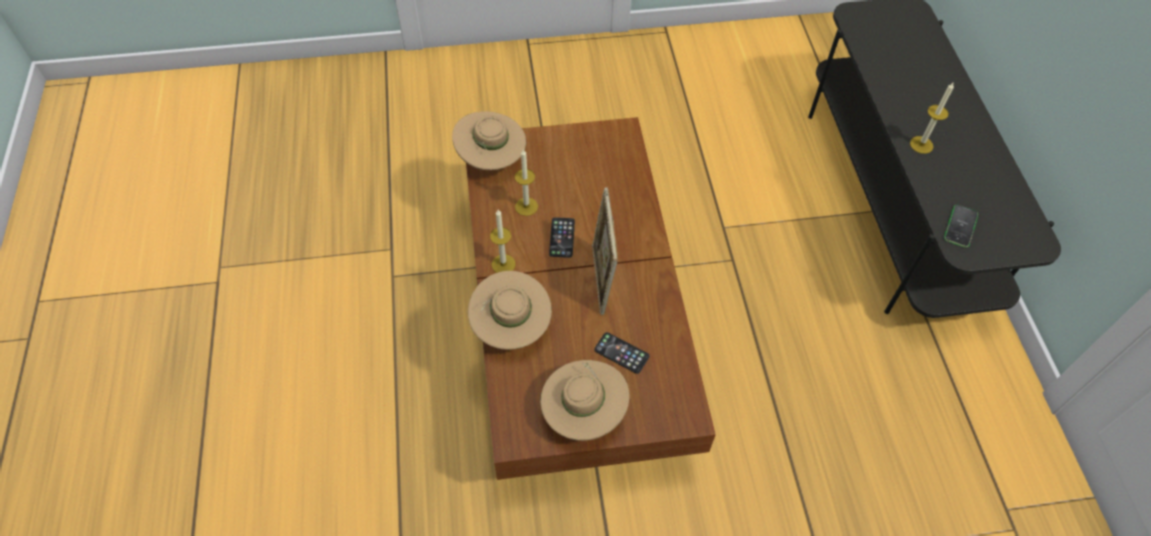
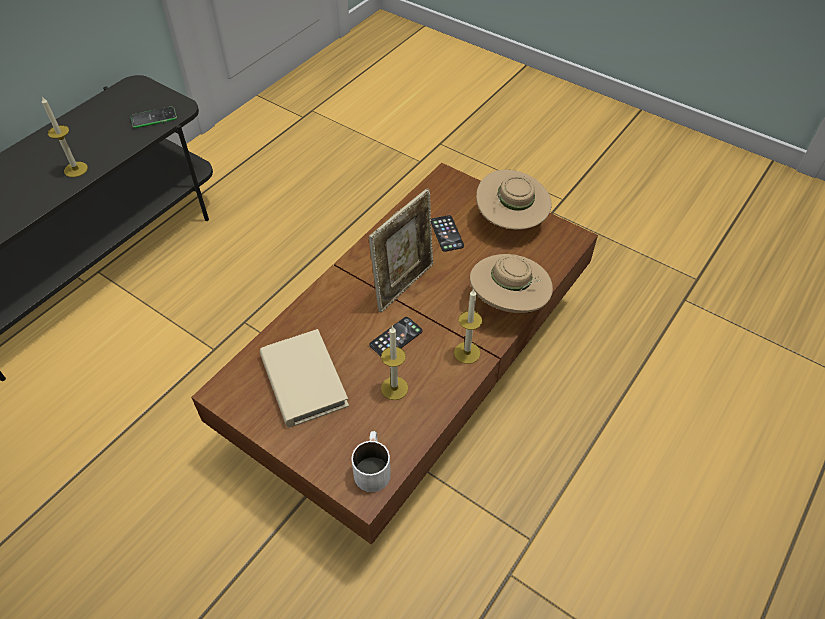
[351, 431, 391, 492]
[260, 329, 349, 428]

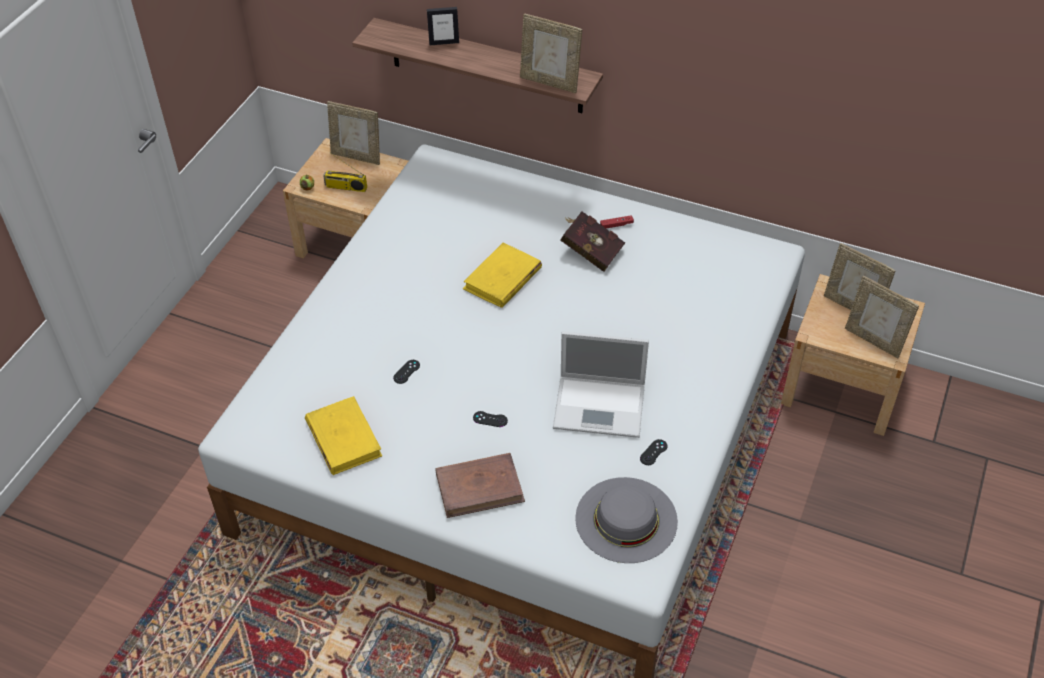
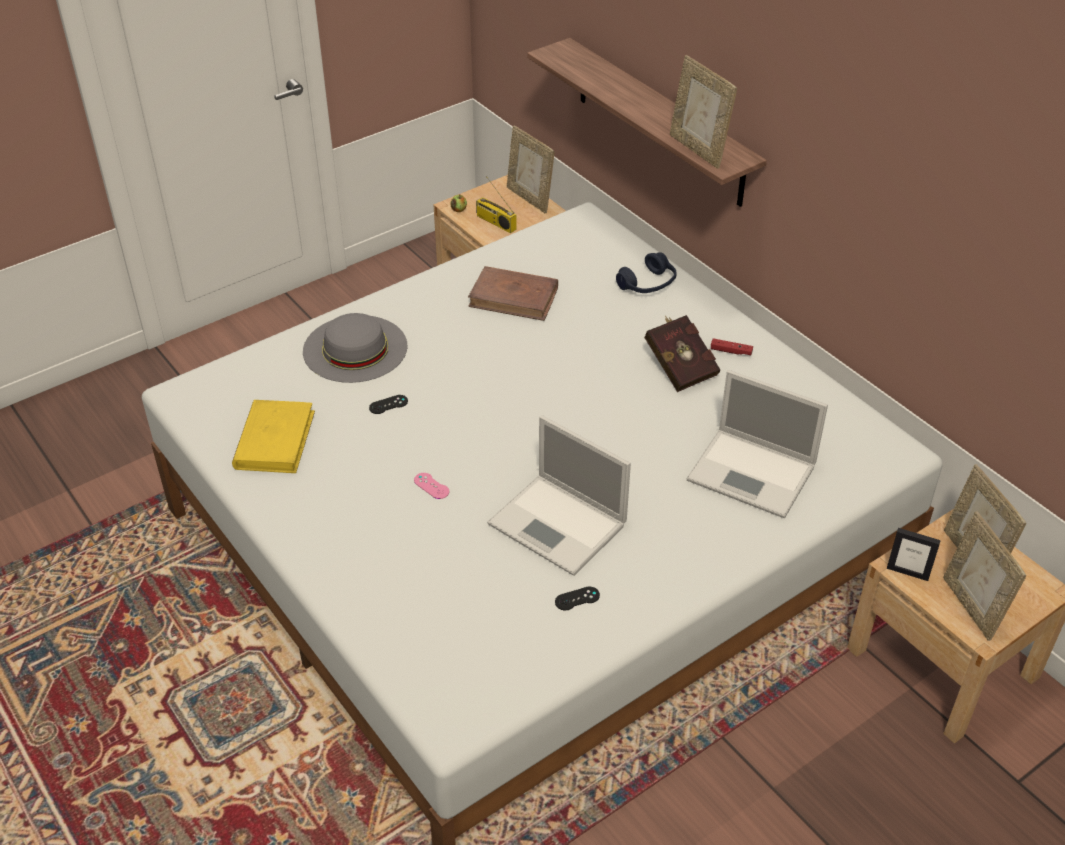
[887, 528, 941, 581]
[463, 243, 542, 308] (first image)
[414, 473, 449, 499]
[468, 266, 558, 321]
[303, 313, 408, 383]
[616, 252, 677, 293]
[687, 370, 828, 518]

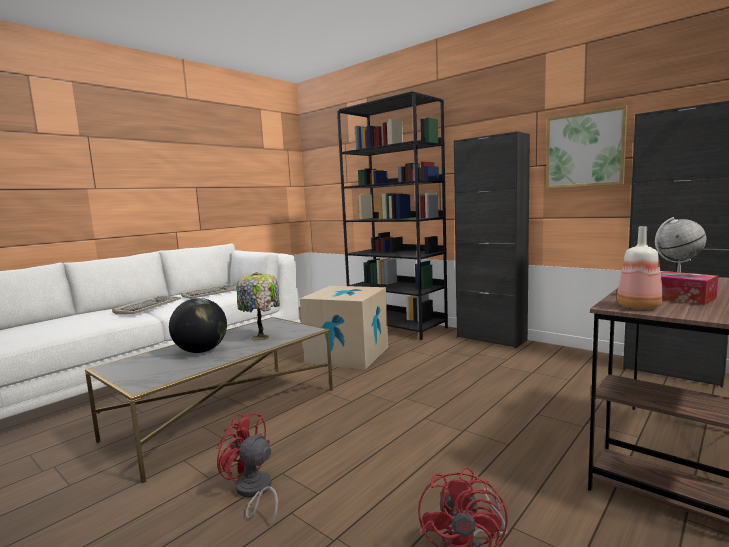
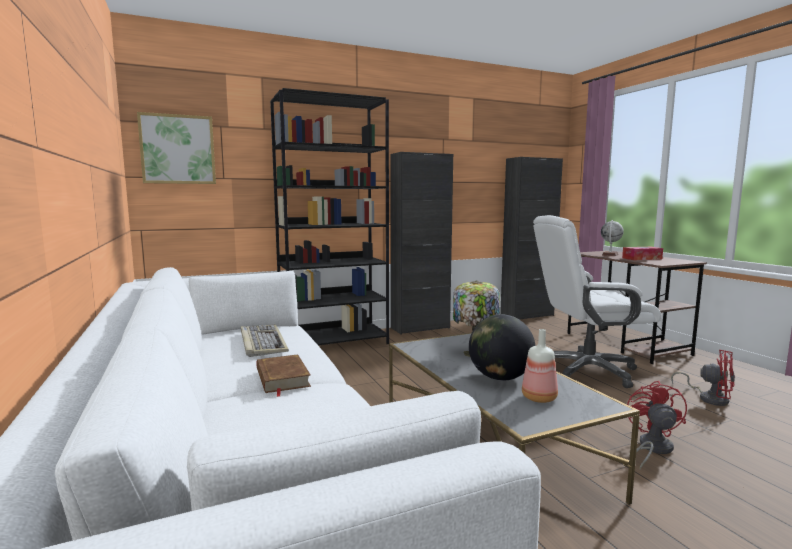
[137, 112, 216, 184]
[522, 329, 558, 403]
[300, 286, 388, 370] (first image)
[256, 354, 311, 397]
[627, 381, 687, 469]
[533, 215, 661, 388]

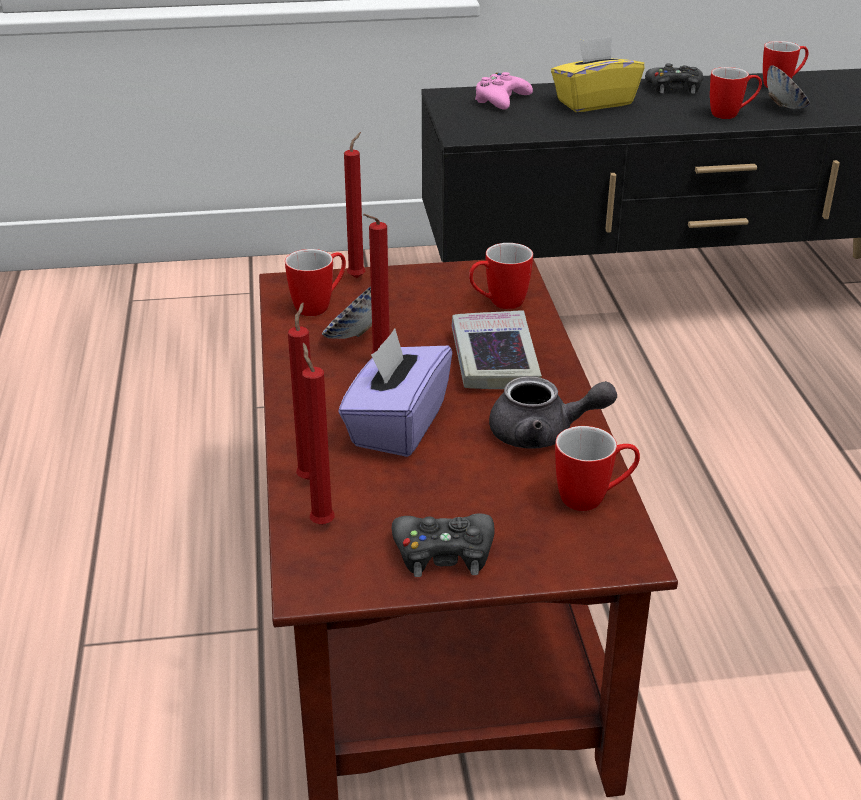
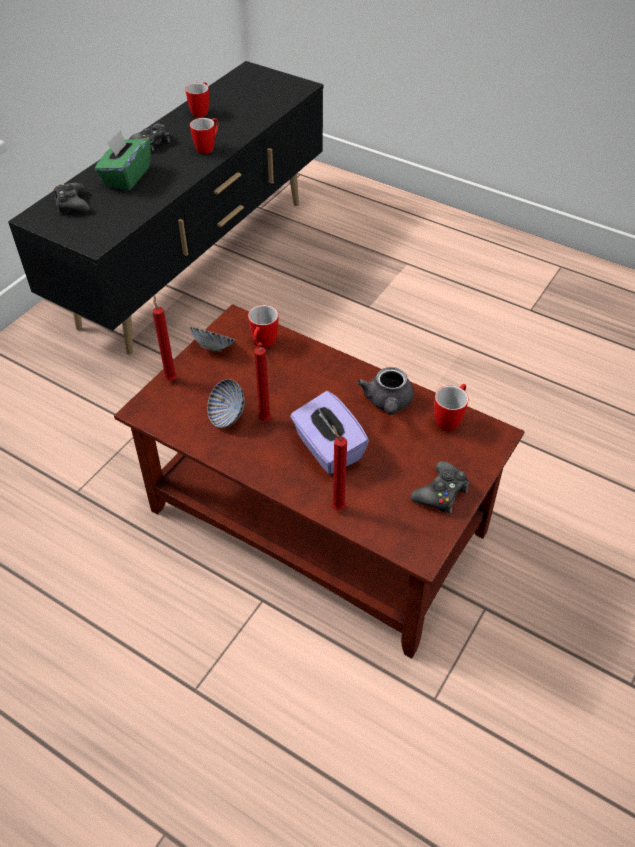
[95, 130, 151, 191]
[190, 326, 235, 352]
[54, 183, 90, 214]
[285, 249, 346, 316] (first image)
[452, 310, 542, 389] (first image)
[302, 343, 335, 525] (first image)
[357, 367, 414, 415]

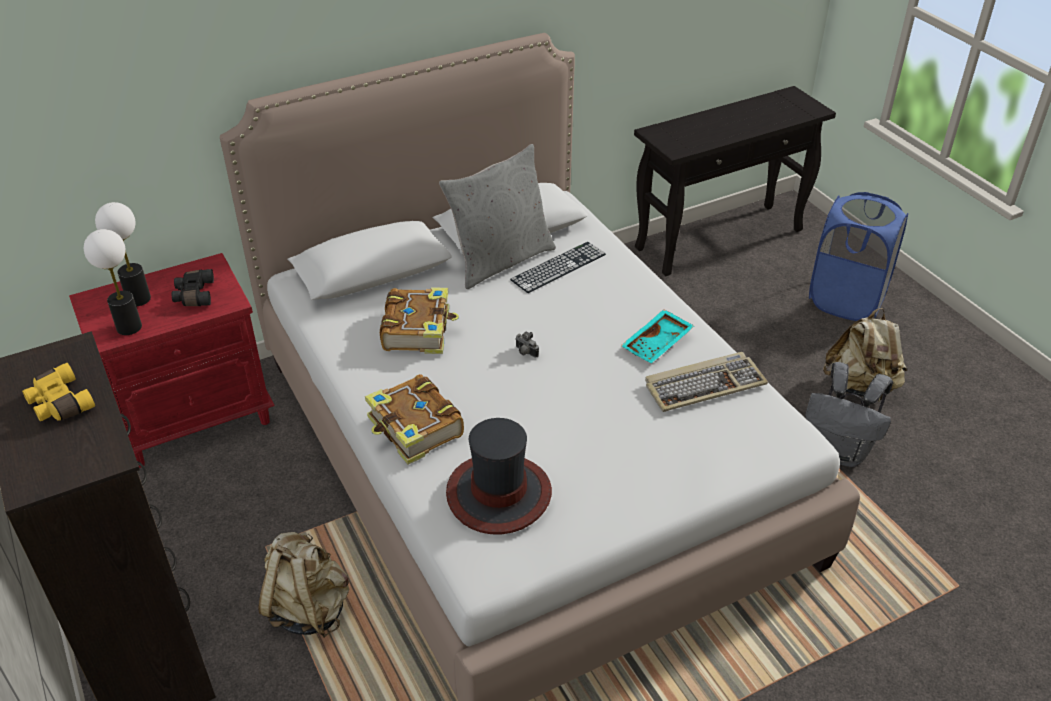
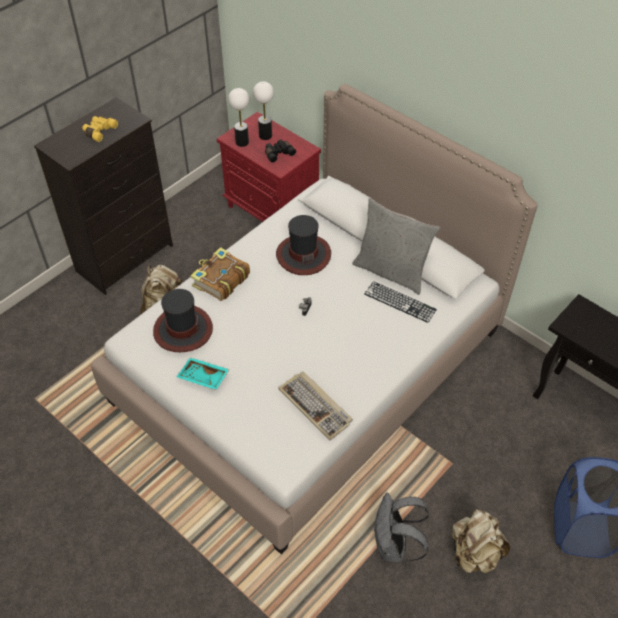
[276, 215, 331, 275]
[176, 357, 230, 390]

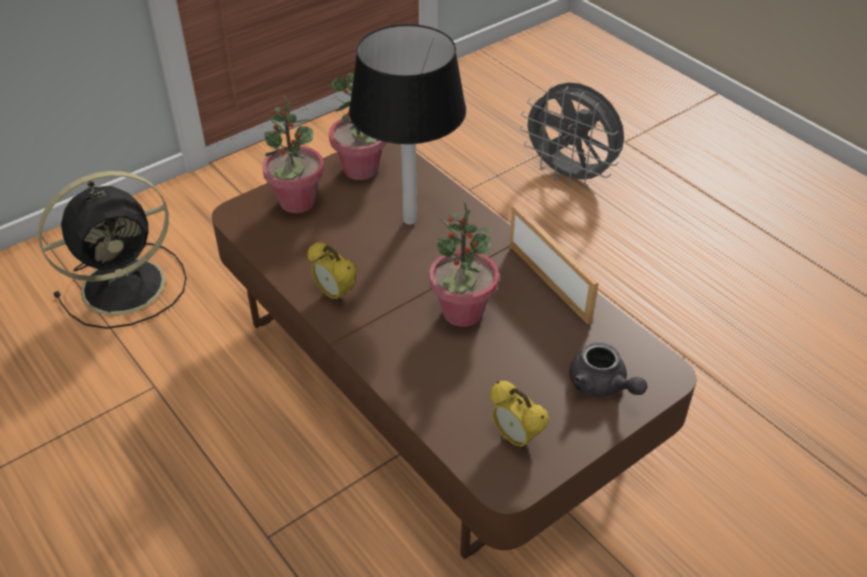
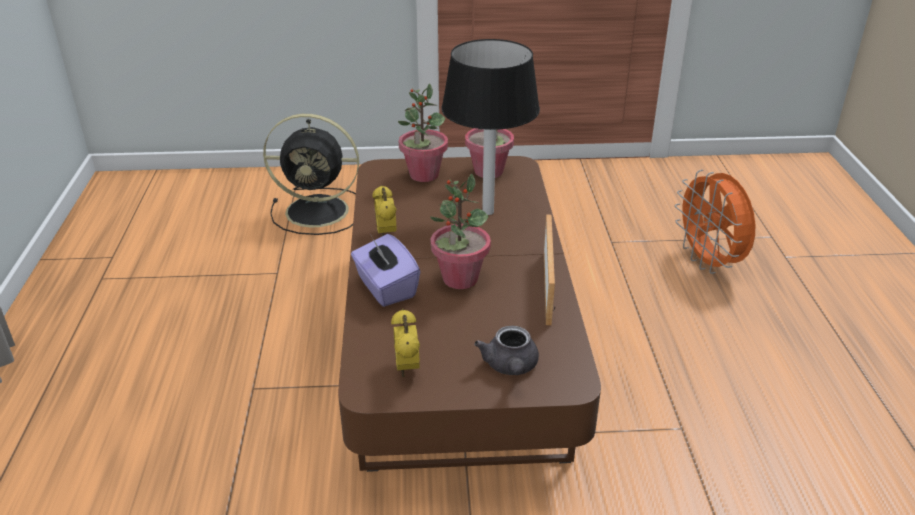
[675, 170, 756, 274]
[351, 234, 420, 307]

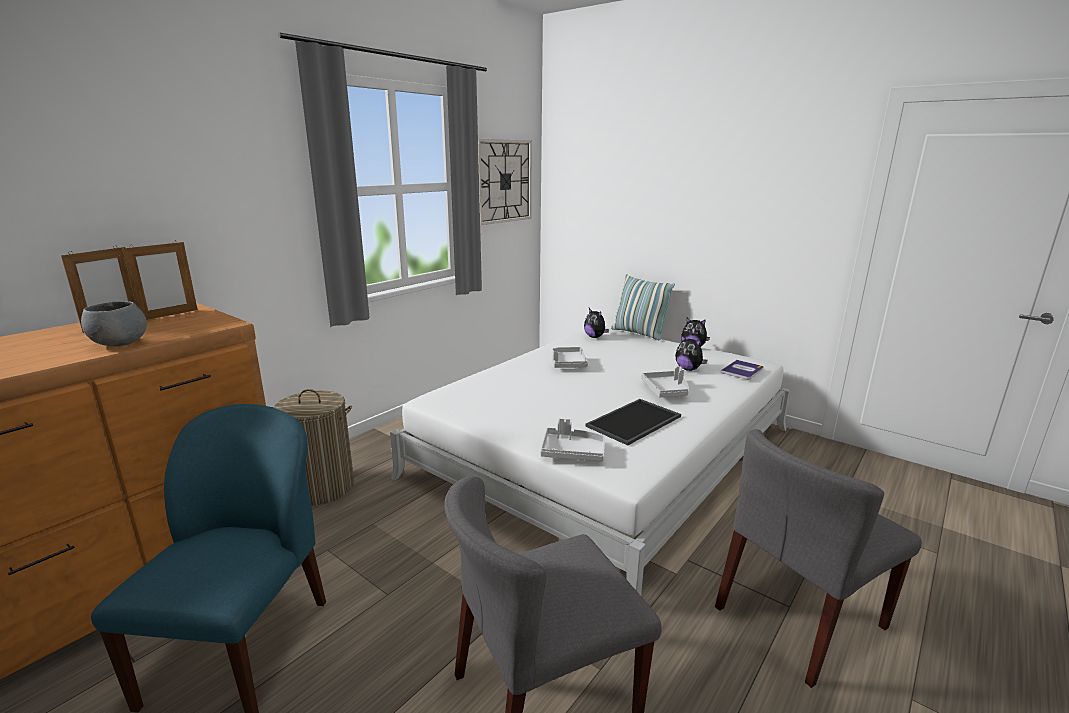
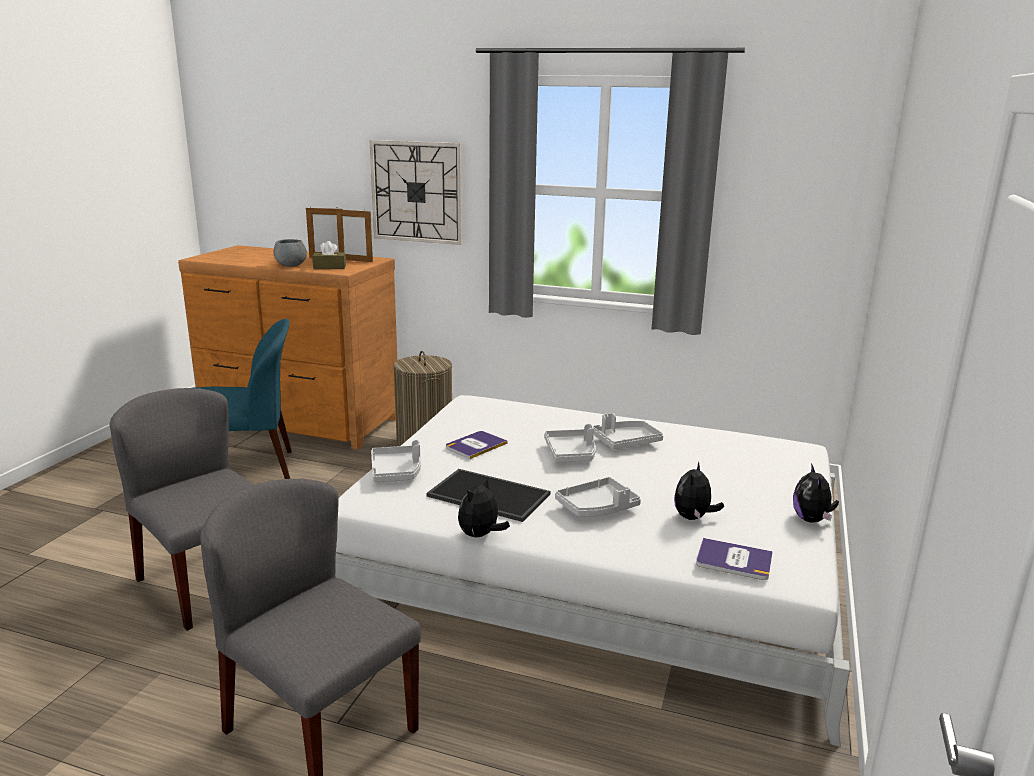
[369, 140, 462, 245]
[611, 274, 675, 340] (first image)
[458, 477, 510, 537]
[312, 241, 346, 269]
[544, 424, 596, 462]
[446, 431, 507, 459]

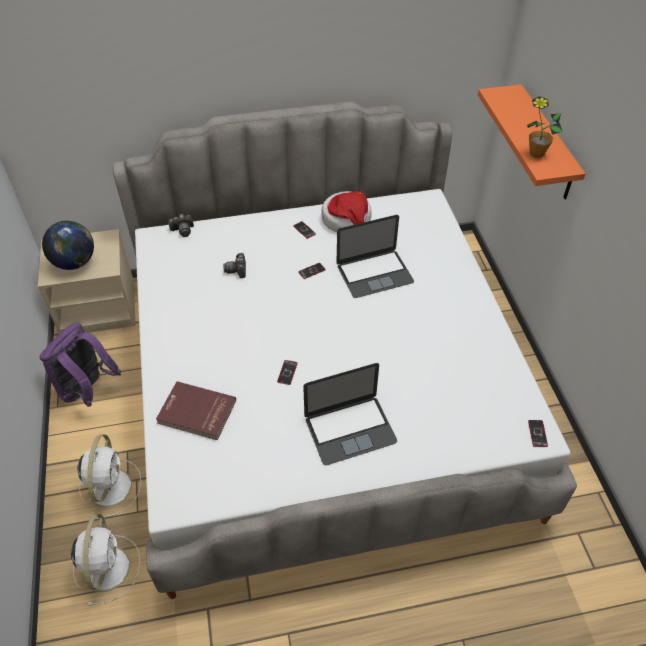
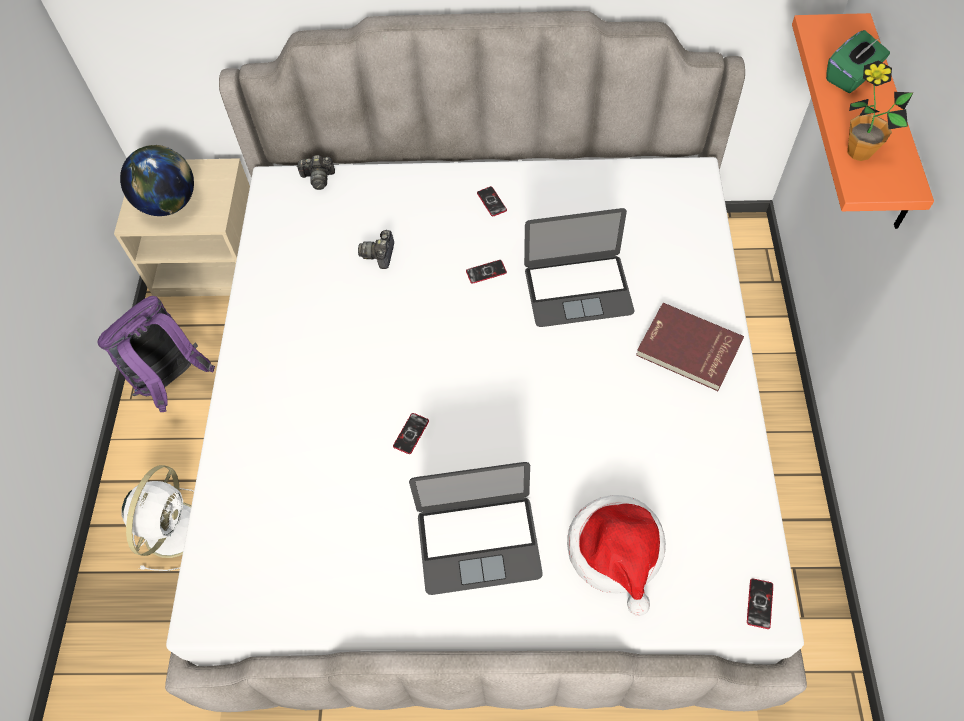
[567, 495, 666, 616]
[636, 303, 744, 391]
[71, 514, 140, 606] (first image)
[826, 30, 890, 93]

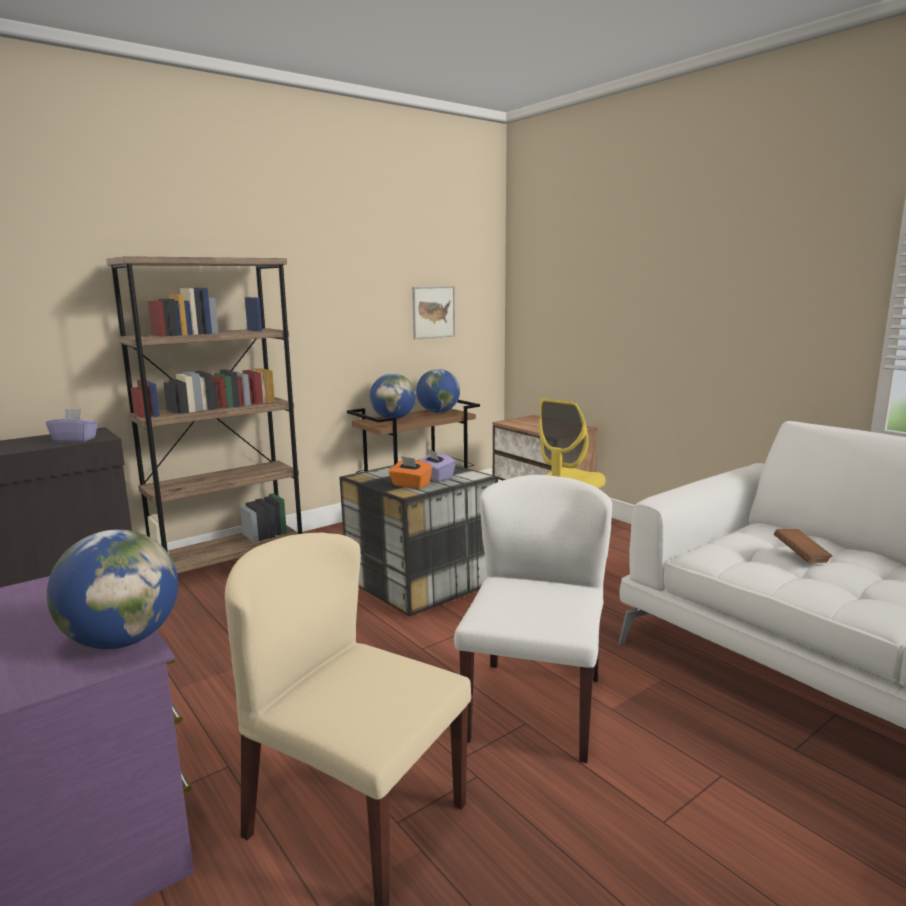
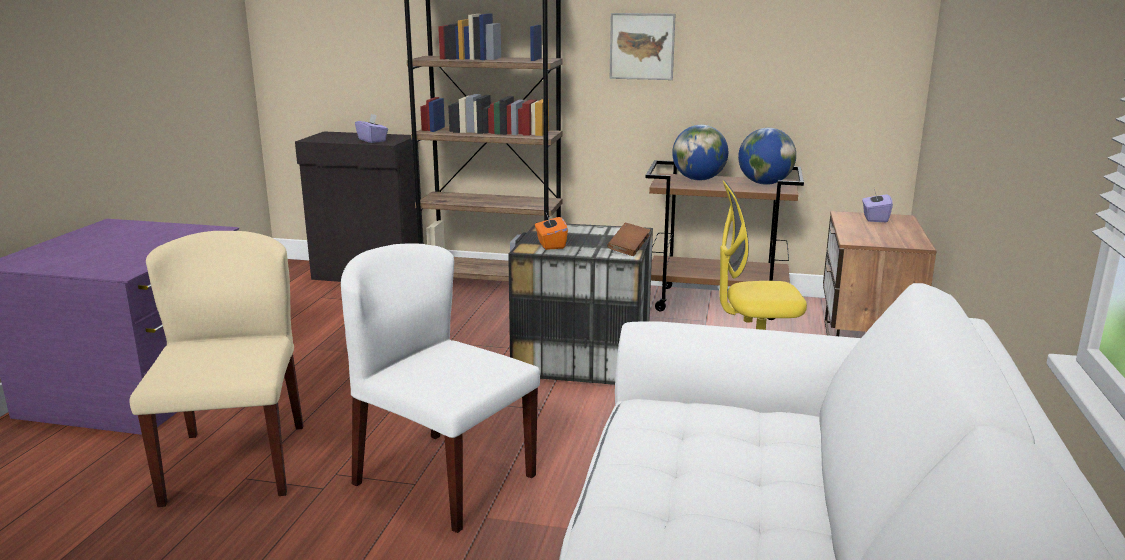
[610, 13, 676, 80]
[862, 189, 893, 222]
[341, 243, 540, 533]
[607, 223, 650, 256]
[47, 530, 178, 649] (first image)

